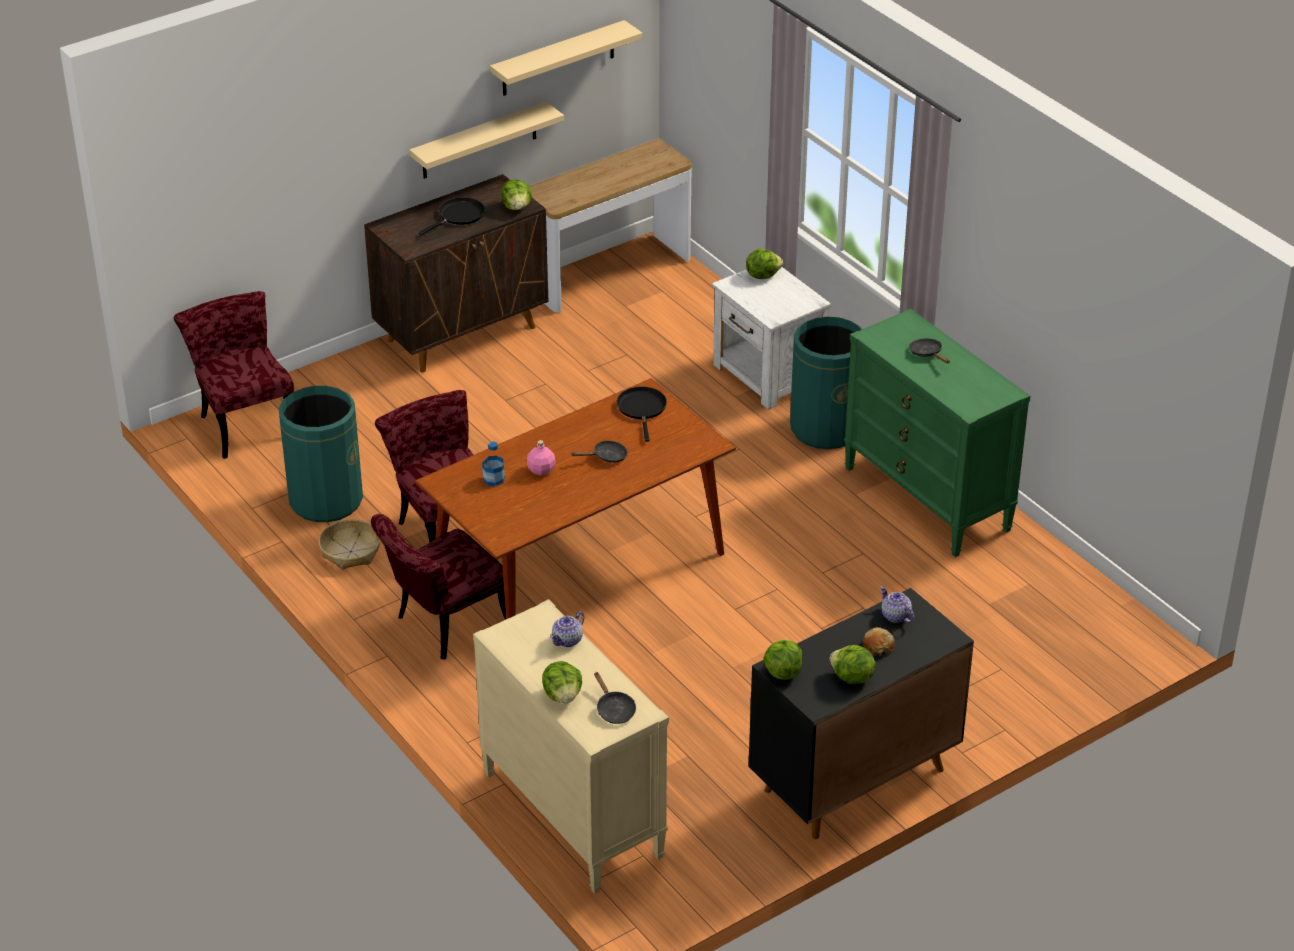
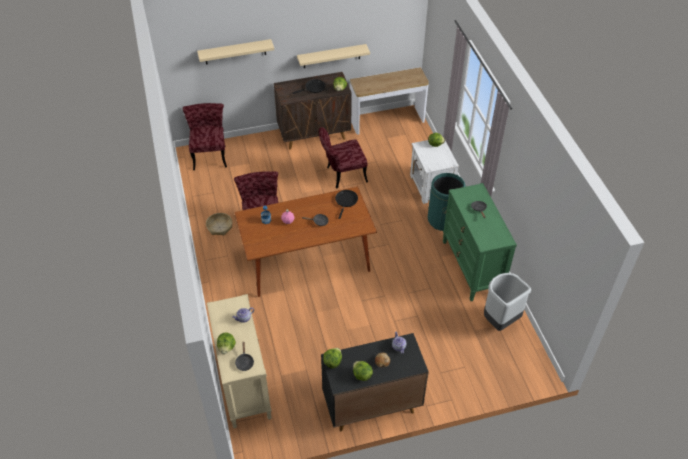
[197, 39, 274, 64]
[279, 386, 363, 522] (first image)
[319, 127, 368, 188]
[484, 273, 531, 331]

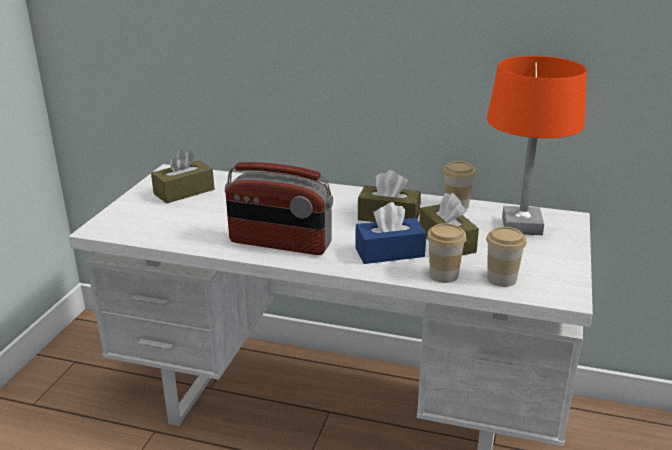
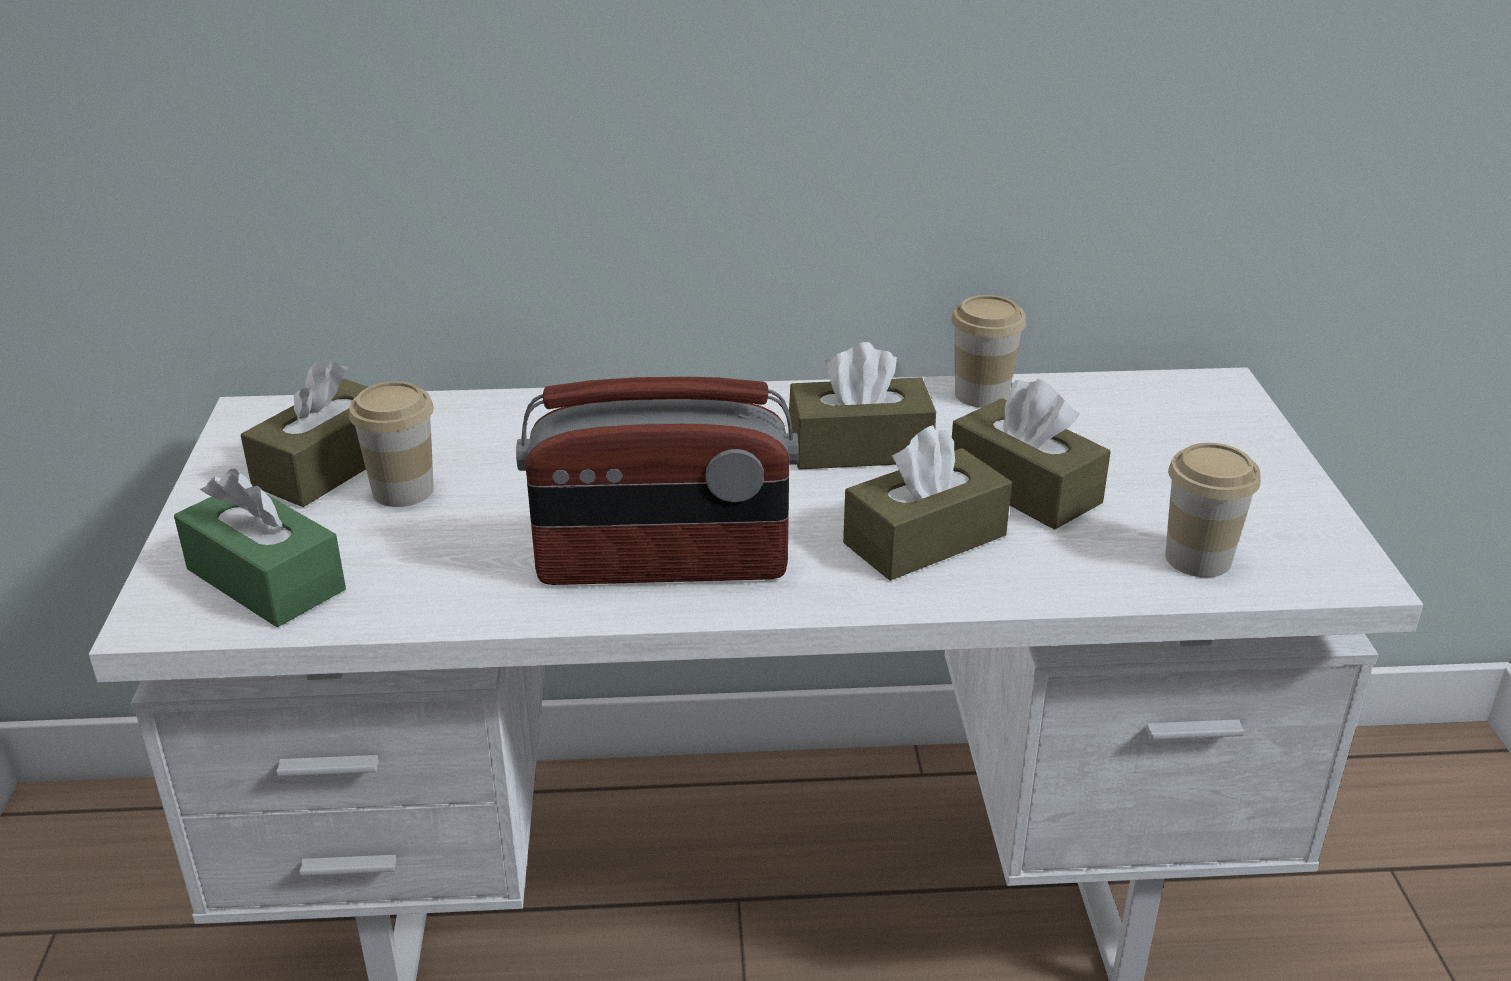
[487, 56, 587, 235] (first image)
[843, 425, 1012, 581]
[349, 381, 434, 507]
[174, 469, 346, 627]

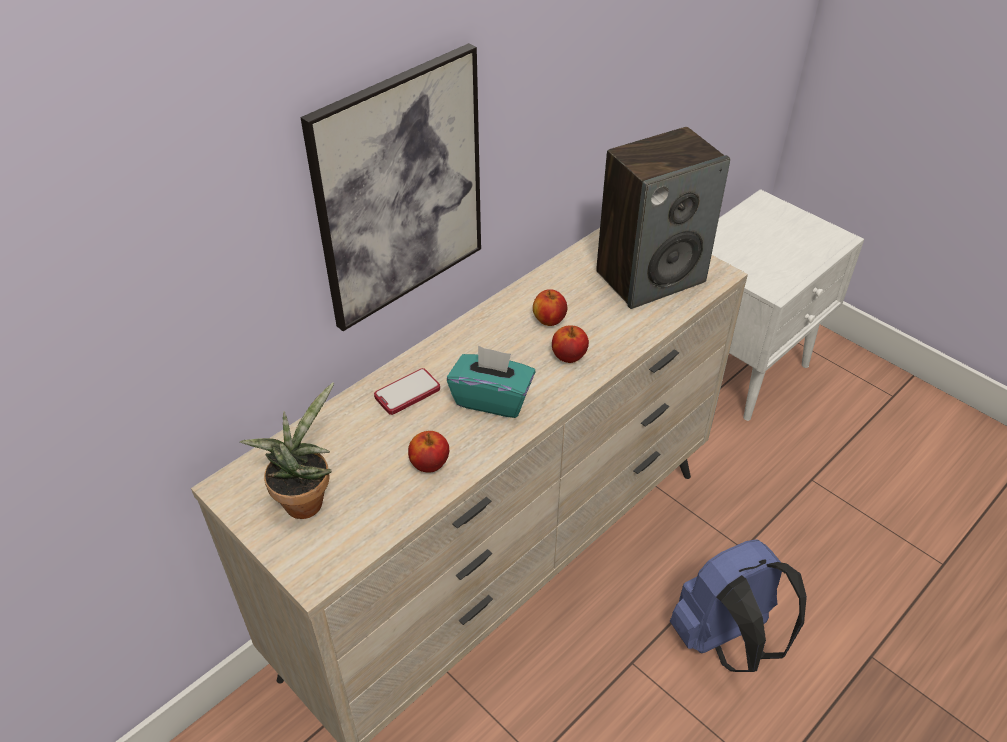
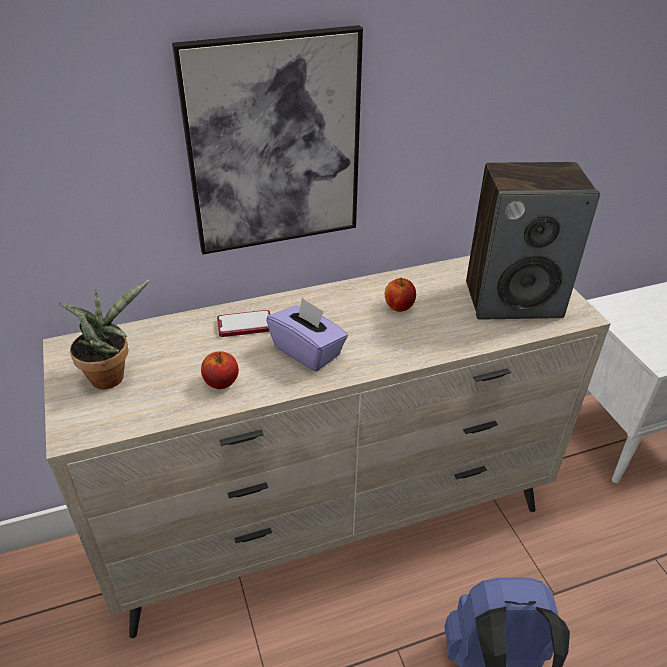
[552, 326, 589, 363] (first image)
[266, 297, 348, 372]

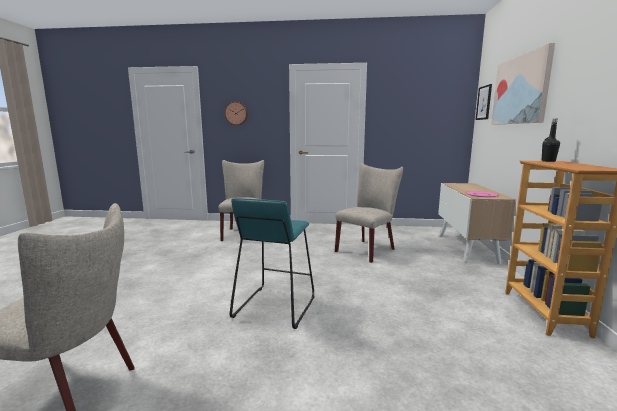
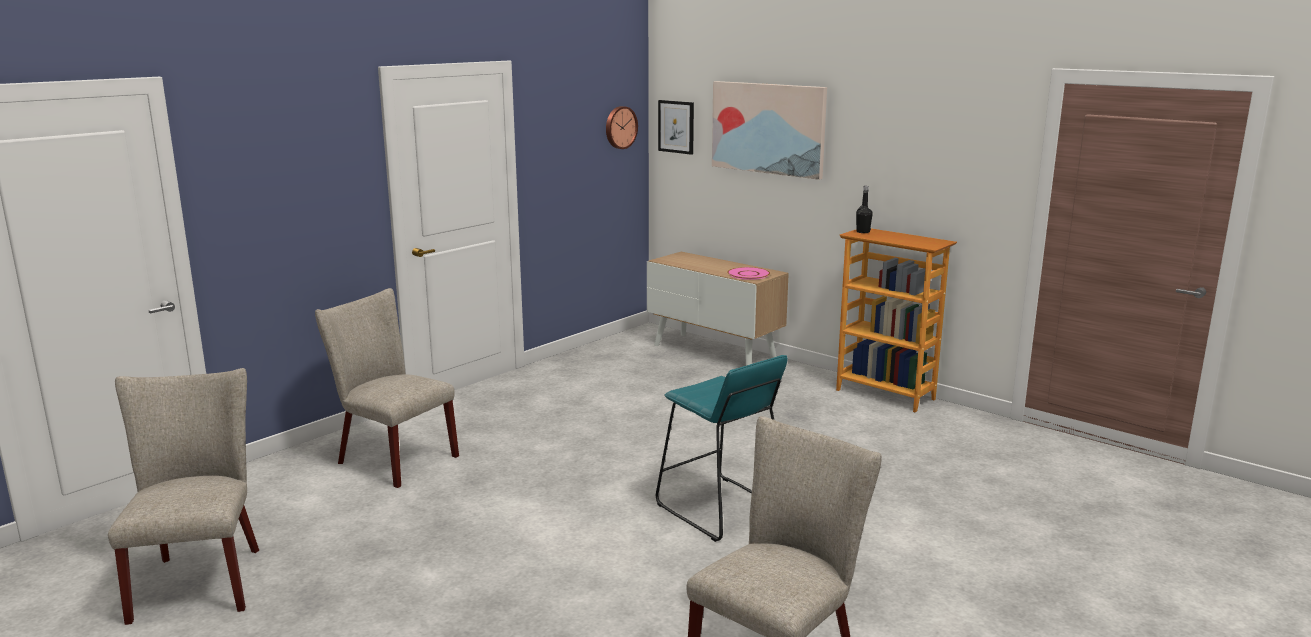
[606, 106, 638, 149]
[108, 368, 259, 625]

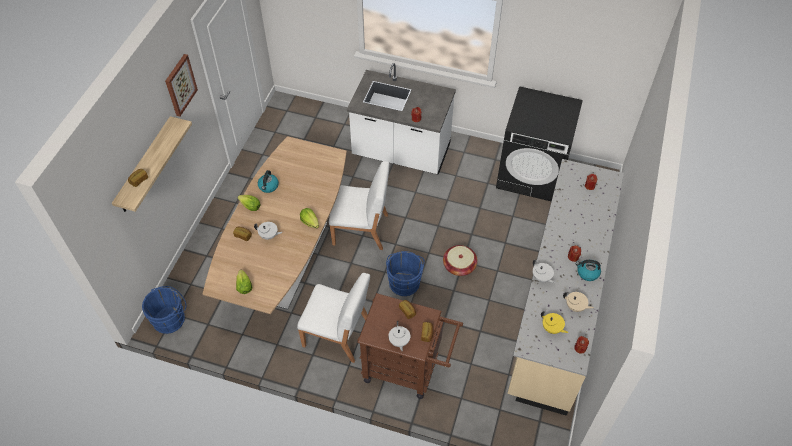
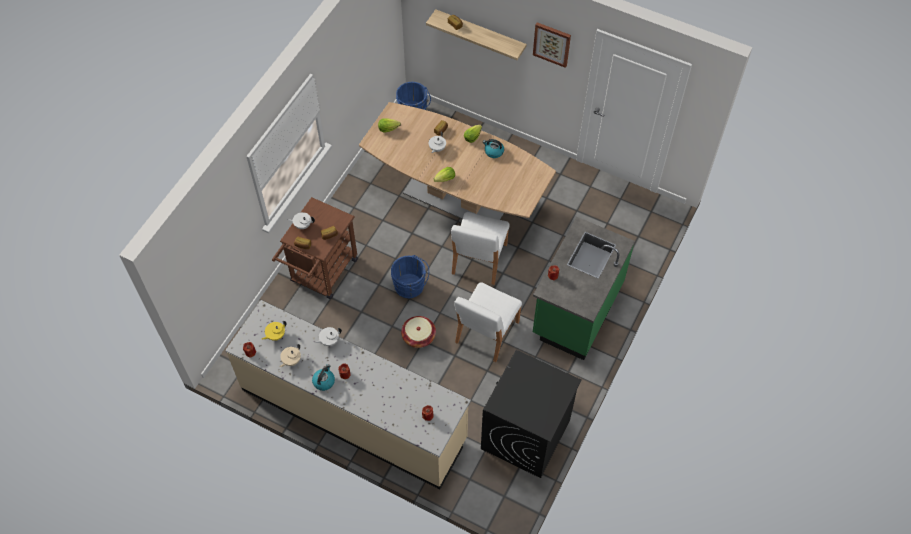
[533, 217, 635, 360]
[454, 282, 522, 362]

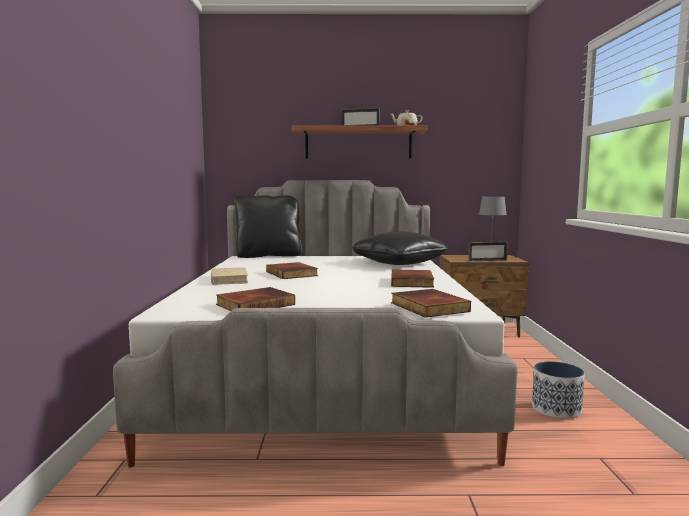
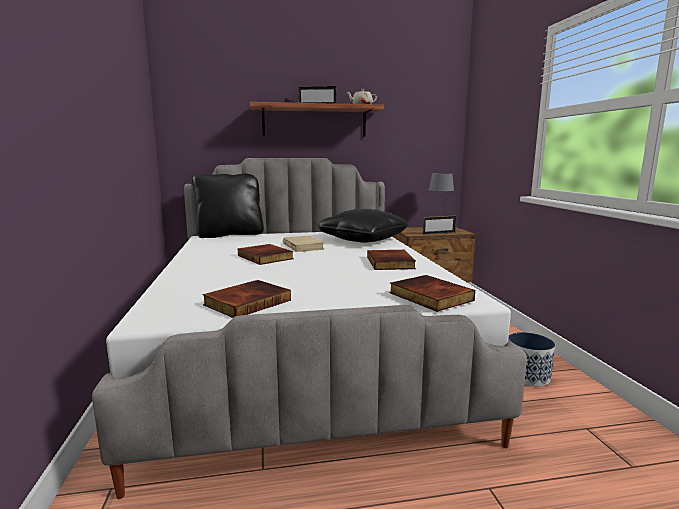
[283, 236, 324, 252]

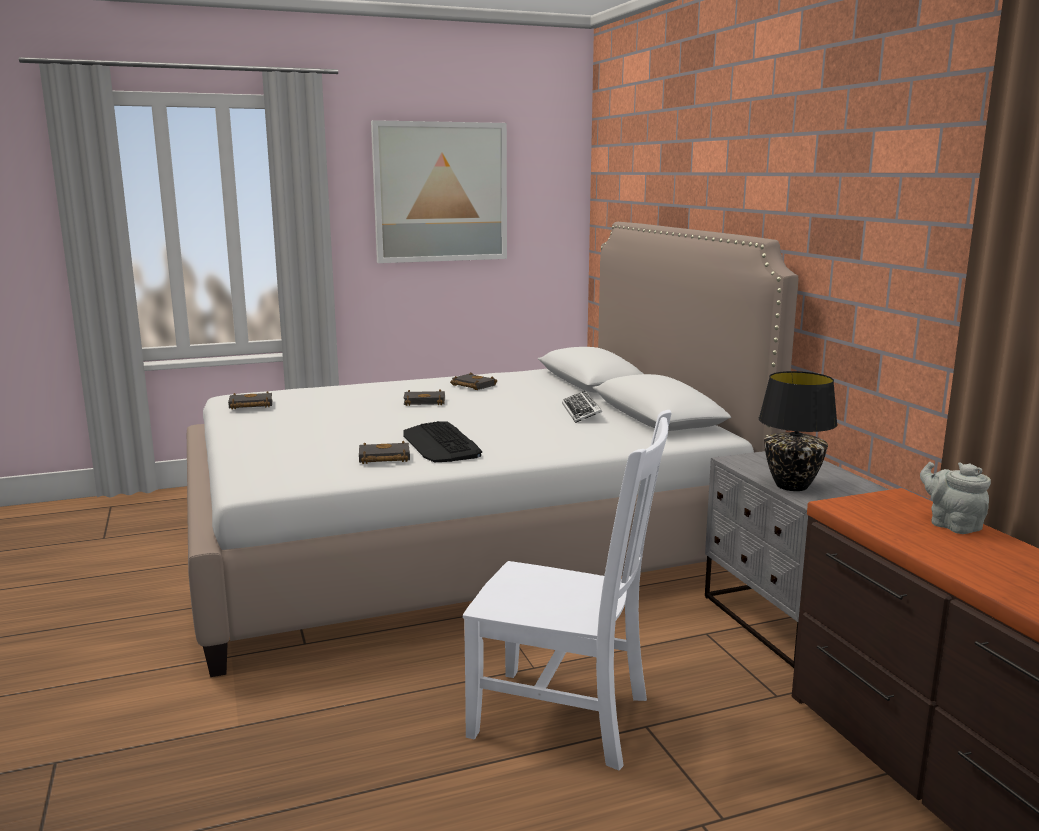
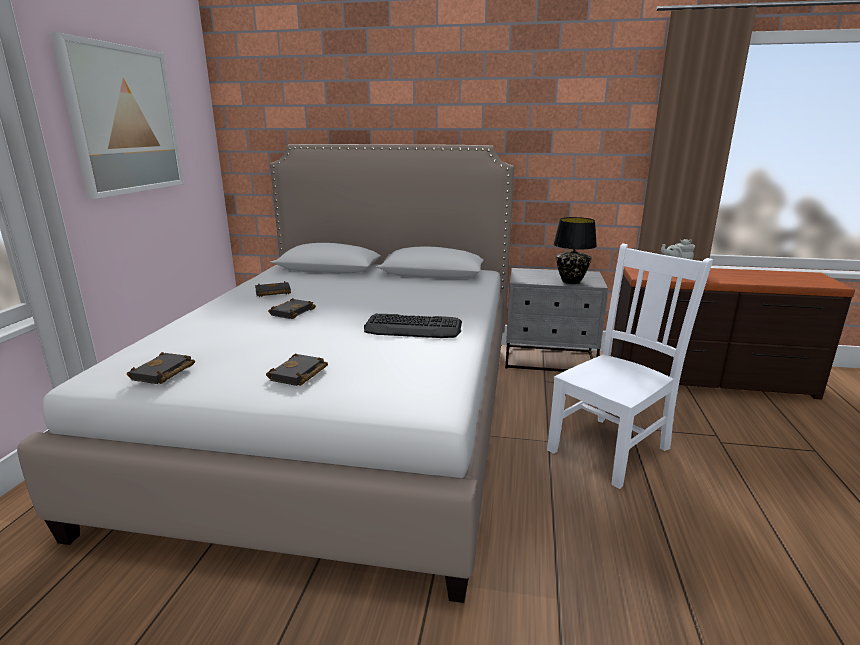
[562, 390, 602, 423] (first image)
[266, 353, 328, 386]

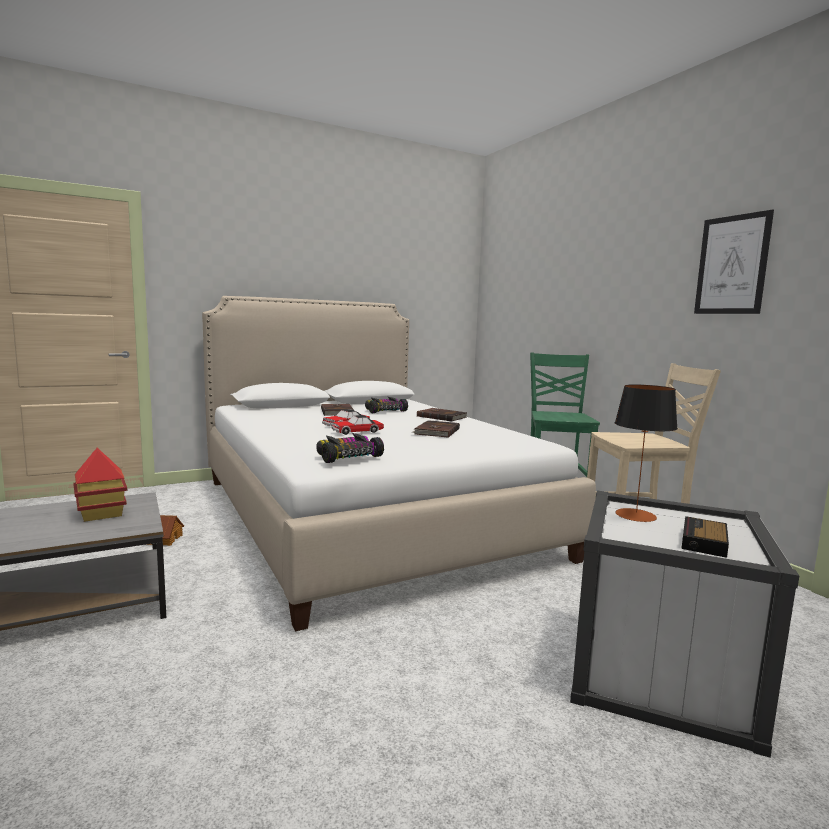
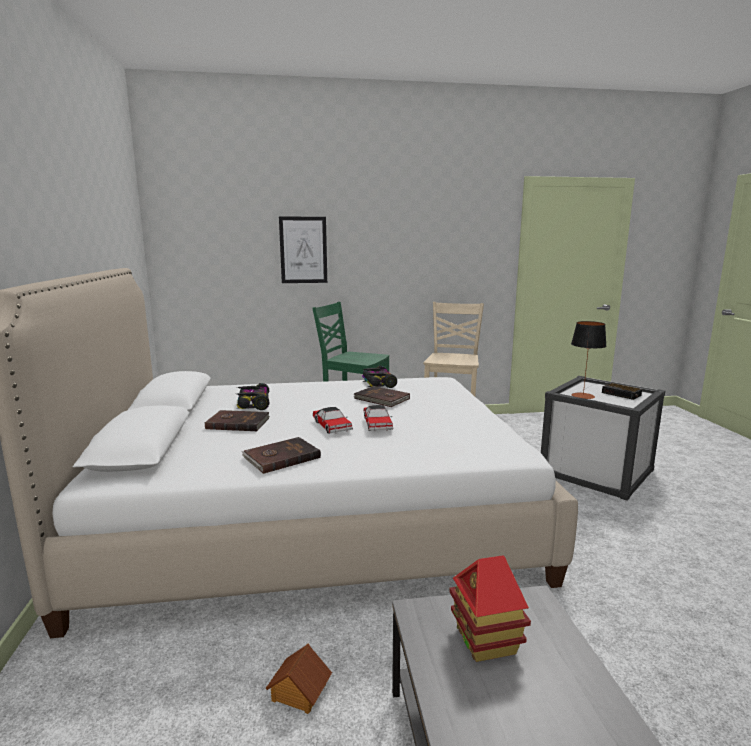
[279, 217, 327, 283]
[242, 437, 321, 474]
[362, 366, 397, 388]

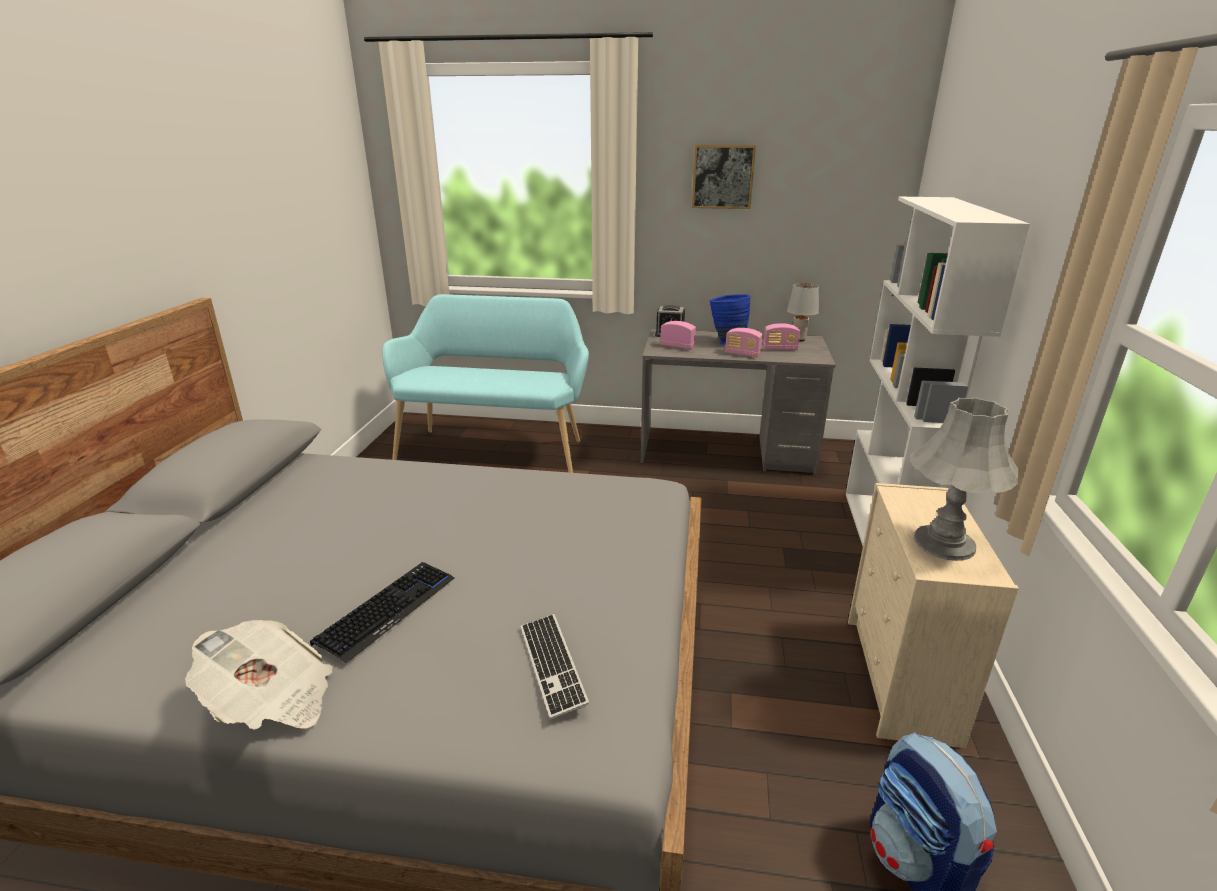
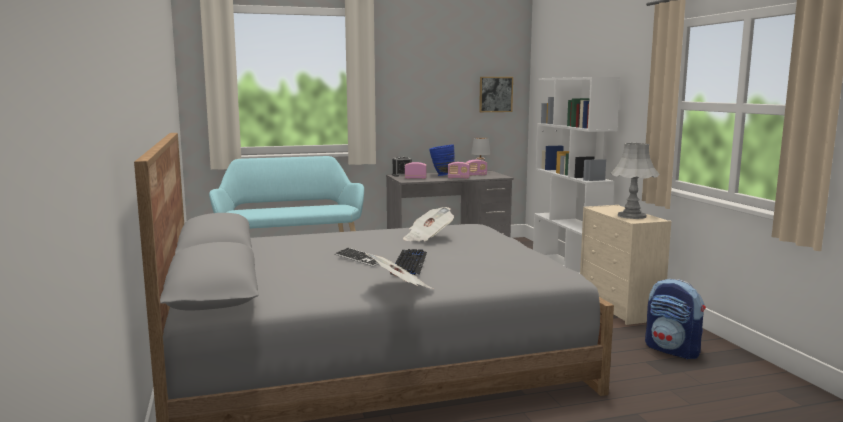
[479, 77, 513, 112]
[334, 248, 379, 267]
[403, 207, 454, 241]

